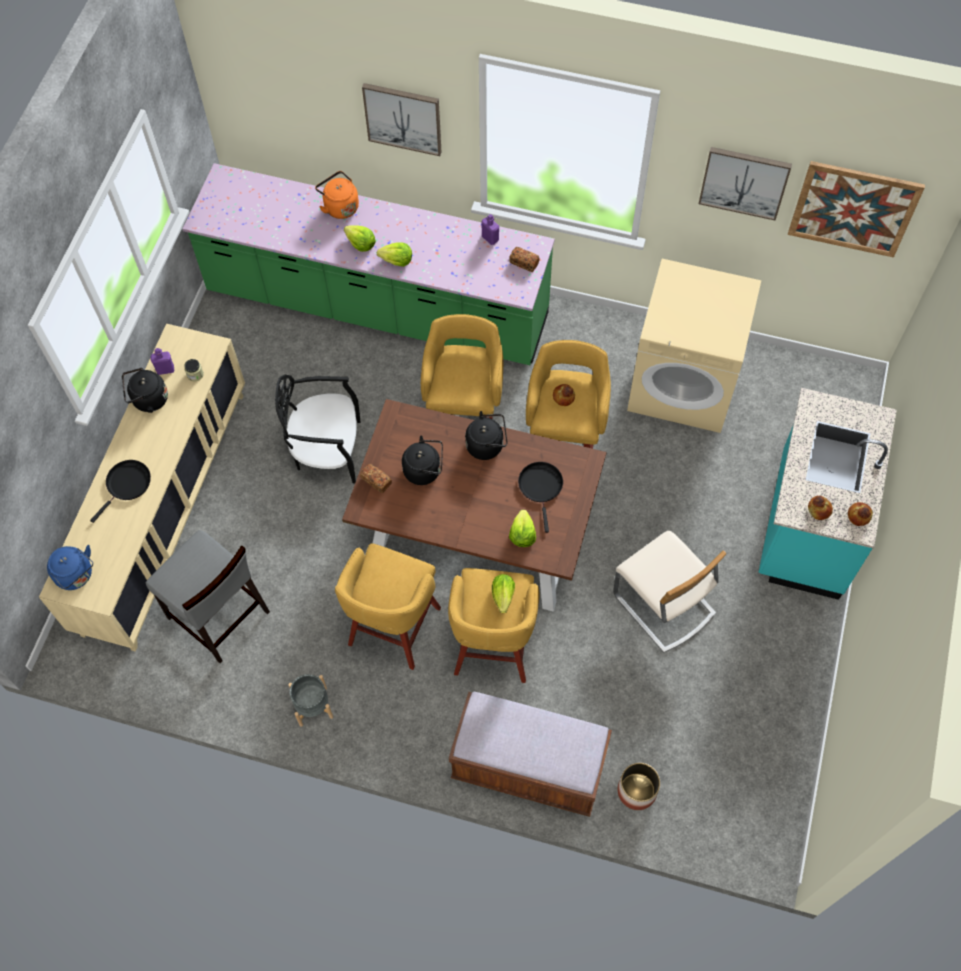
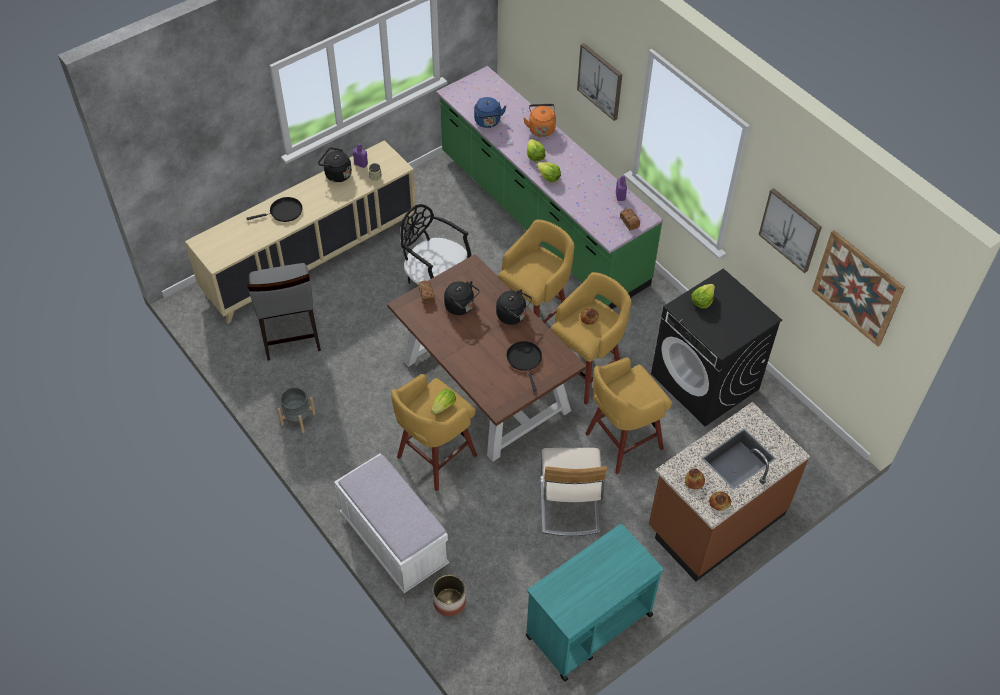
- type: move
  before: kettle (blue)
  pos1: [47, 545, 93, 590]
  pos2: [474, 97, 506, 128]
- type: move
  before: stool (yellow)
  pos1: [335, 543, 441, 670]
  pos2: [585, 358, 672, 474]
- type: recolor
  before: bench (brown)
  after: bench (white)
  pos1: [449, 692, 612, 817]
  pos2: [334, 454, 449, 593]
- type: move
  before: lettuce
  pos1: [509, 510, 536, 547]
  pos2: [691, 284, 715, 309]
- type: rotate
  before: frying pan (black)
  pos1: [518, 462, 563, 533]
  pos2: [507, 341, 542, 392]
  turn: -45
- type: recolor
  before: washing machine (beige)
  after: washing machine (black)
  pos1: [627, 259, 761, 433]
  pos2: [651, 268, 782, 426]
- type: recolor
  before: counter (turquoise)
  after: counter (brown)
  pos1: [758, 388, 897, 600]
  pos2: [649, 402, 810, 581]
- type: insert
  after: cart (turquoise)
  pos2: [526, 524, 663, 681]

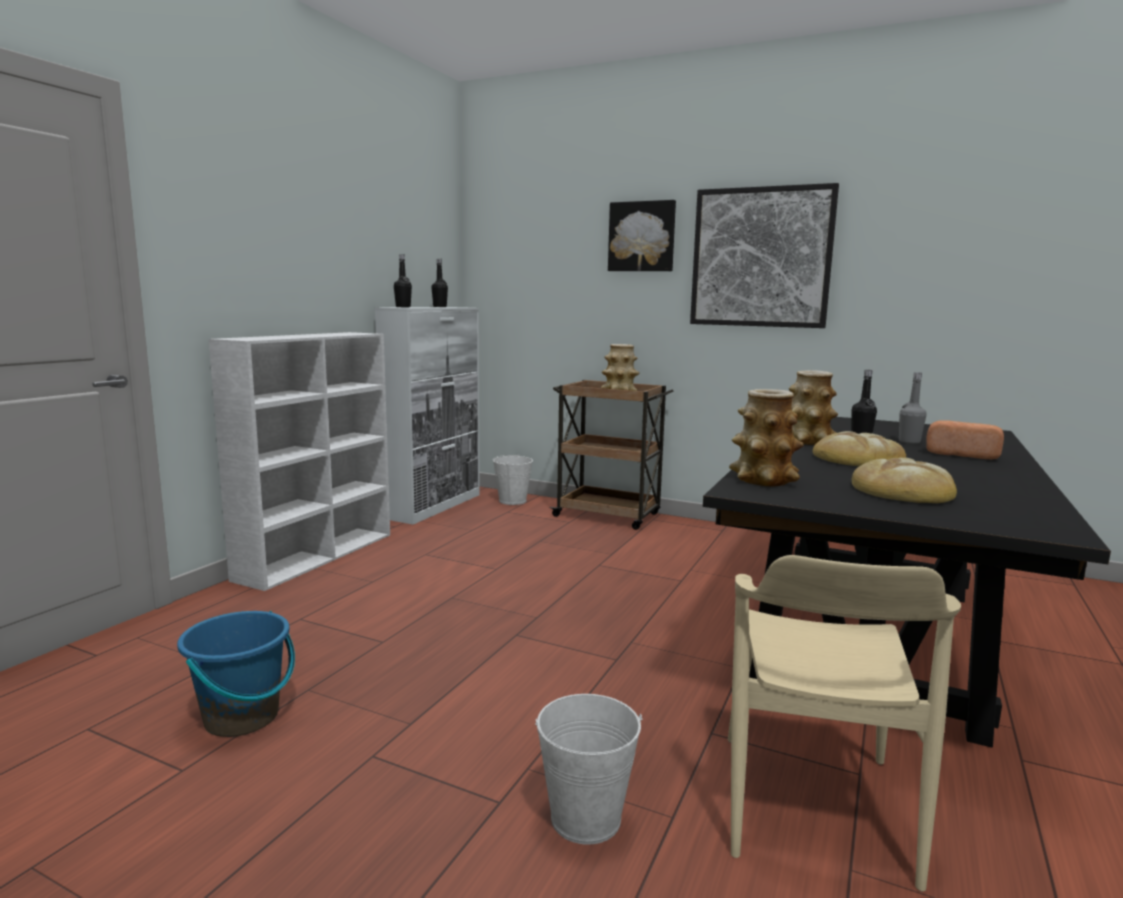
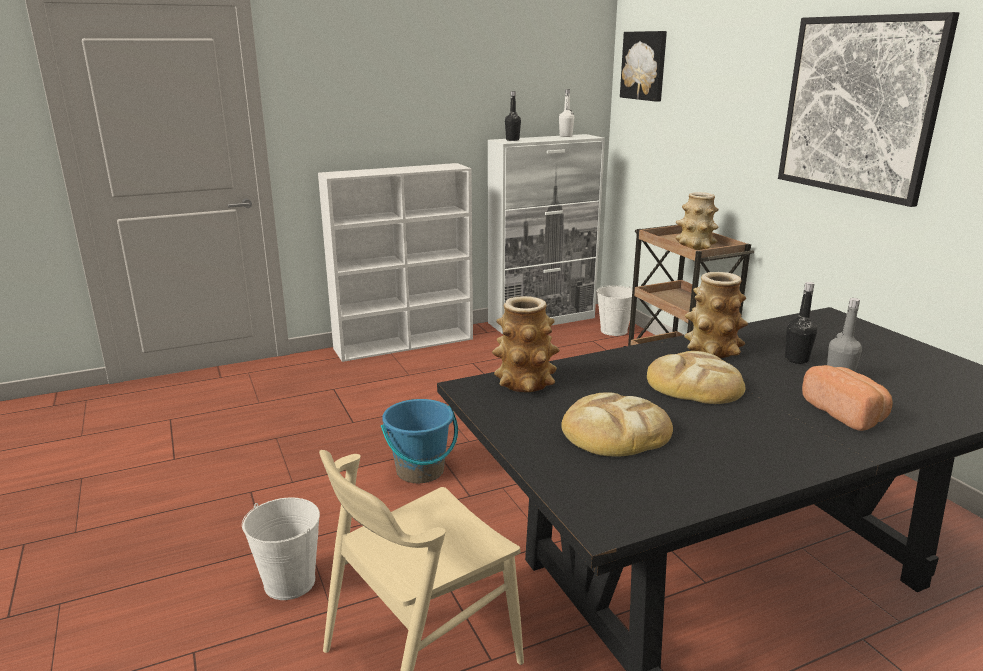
- type: move
  before: bucket (blue)
  pos1: [177, 611, 295, 737]
  pos2: [381, 399, 458, 483]
- type: recolor
  before: bottle (black)
  after: bottle (white)
  pos1: [431, 259, 448, 307]
  pos2: [559, 89, 574, 137]
- type: move
  before: picture
  pos1: [608, 200, 676, 271]
  pos2: [620, 31, 667, 102]

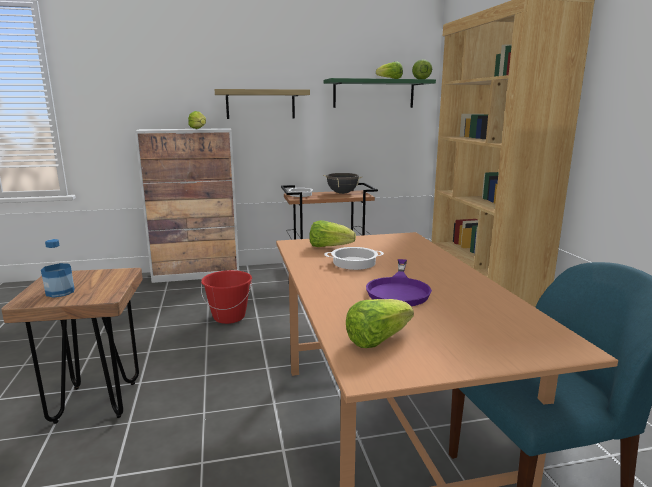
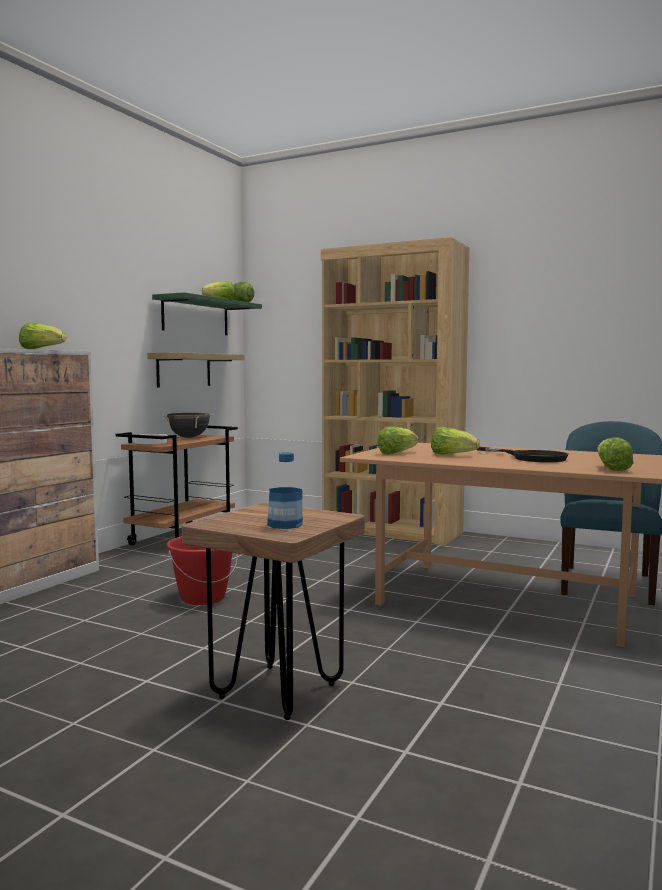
- type: move
  before: shelf
  pos1: [215, 89, 310, 119]
  pos2: [147, 352, 244, 387]
- type: replace
  before: cooking pot
  after: lettuce
  pos1: [324, 247, 384, 270]
  pos2: [431, 427, 480, 455]
- type: recolor
  before: frying pan (purple)
  after: frying pan (black)
  pos1: [366, 259, 432, 306]
  pos2: [477, 447, 569, 462]

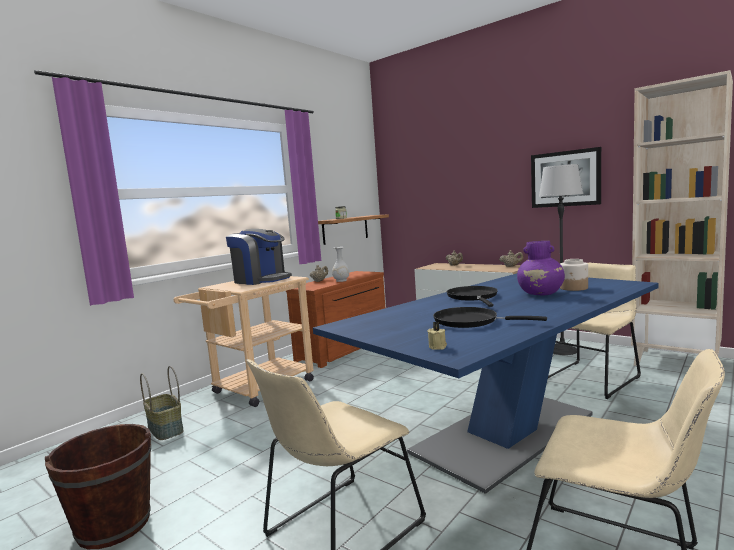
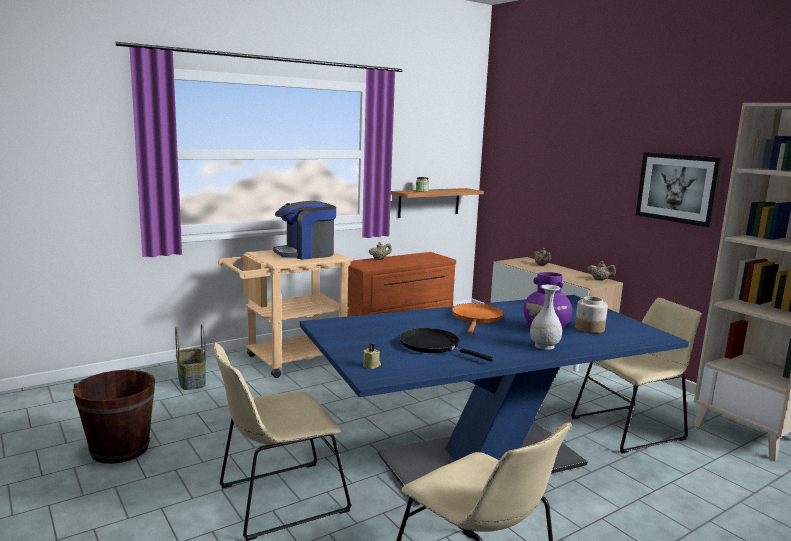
- type: rotate
  before: coffee machine
  pos1: [226, 229, 292, 285]
  pos2: [273, 201, 336, 260]
  turn: 105
- type: move
  before: vase (white)
  pos1: [332, 247, 349, 282]
  pos2: [530, 285, 562, 350]
- type: recolor
  before: frying pan (black)
  after: frying pan (orange)
  pos1: [447, 286, 498, 307]
  pos2: [452, 303, 504, 334]
- type: delete
  before: floor lamp
  pos1: [539, 164, 584, 355]

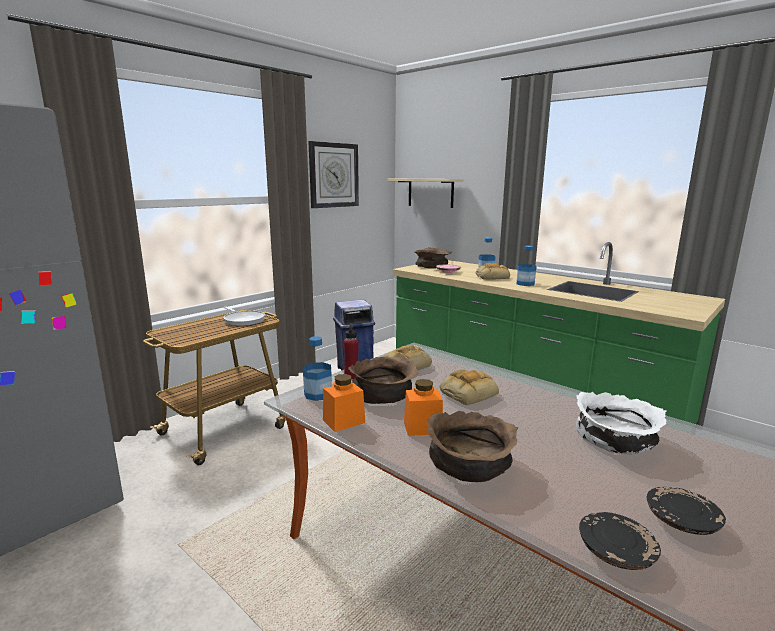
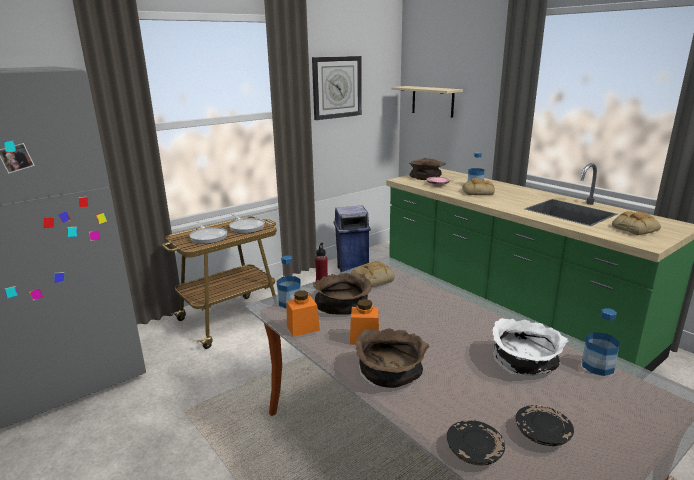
- type: move
  before: bread
  pos1: [440, 370, 499, 405]
  pos2: [612, 211, 661, 235]
- type: move
  before: bottle
  pos1: [517, 246, 537, 286]
  pos2: [582, 308, 620, 376]
- type: insert
  after: frying pan
  pos2: [190, 222, 227, 244]

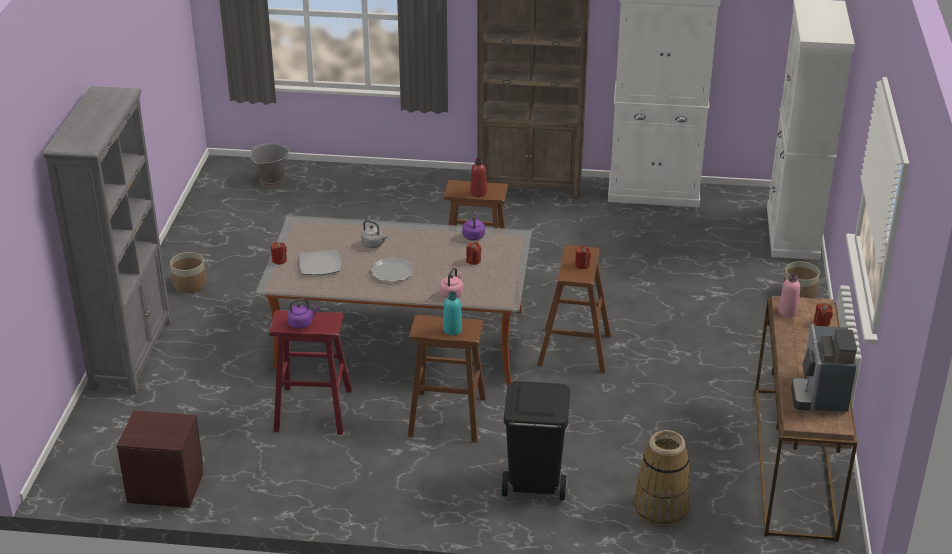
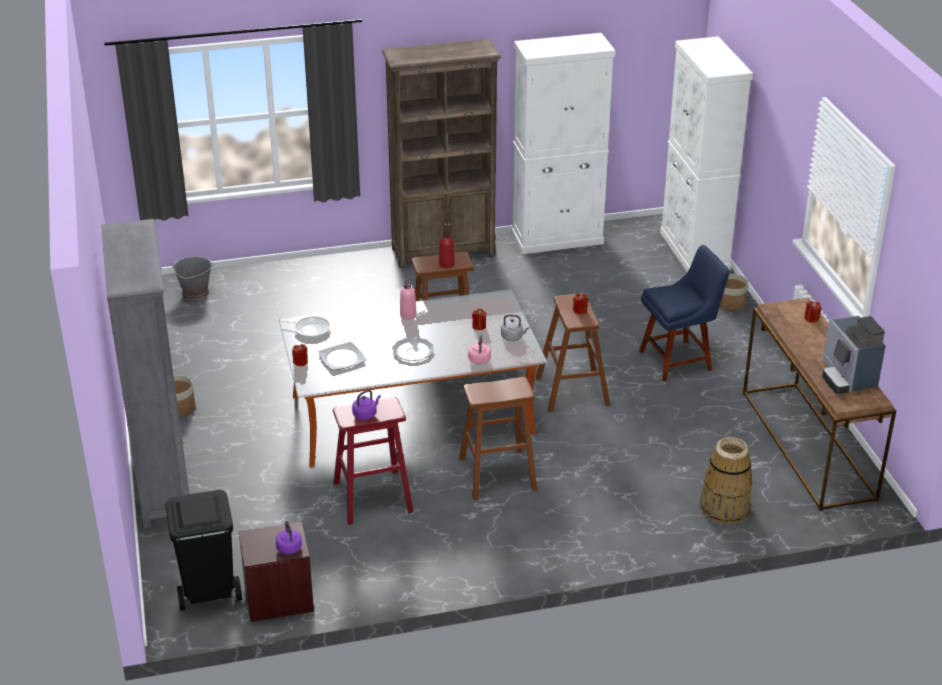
- type: move
  before: kettle (grey)
  pos1: [361, 220, 387, 248]
  pos2: [501, 314, 529, 341]
- type: delete
  before: bottle (turquoise)
  pos1: [443, 292, 462, 335]
- type: move
  before: kettle (purple)
  pos1: [462, 211, 485, 241]
  pos2: [276, 521, 302, 554]
- type: move
  before: trash can (black)
  pos1: [502, 381, 570, 500]
  pos2: [165, 490, 242, 611]
- type: move
  before: bottle (pink)
  pos1: [778, 273, 800, 317]
  pos2: [400, 281, 417, 320]
- type: insert
  after: frying pan
  pos2: [277, 316, 330, 338]
- type: insert
  after: chair (blue)
  pos2: [639, 245, 730, 382]

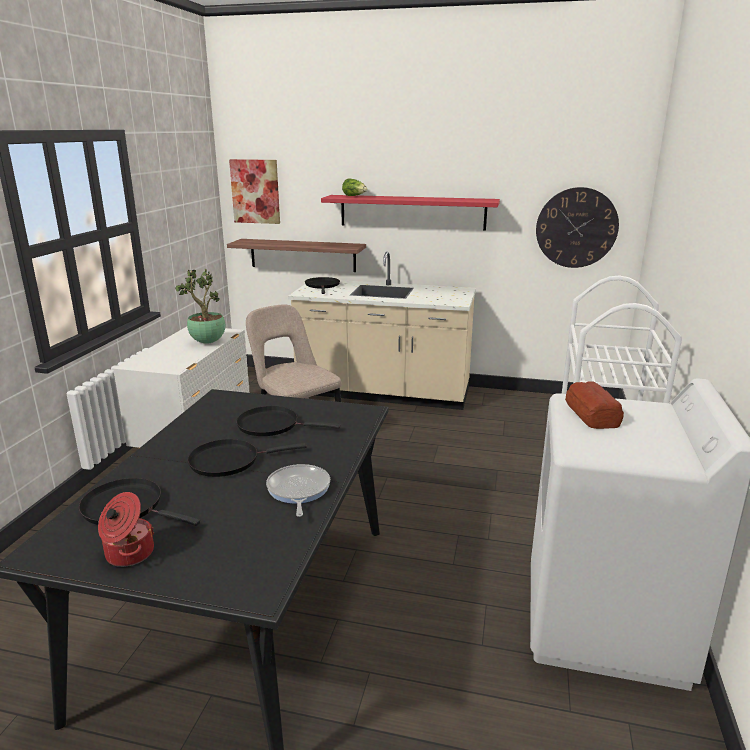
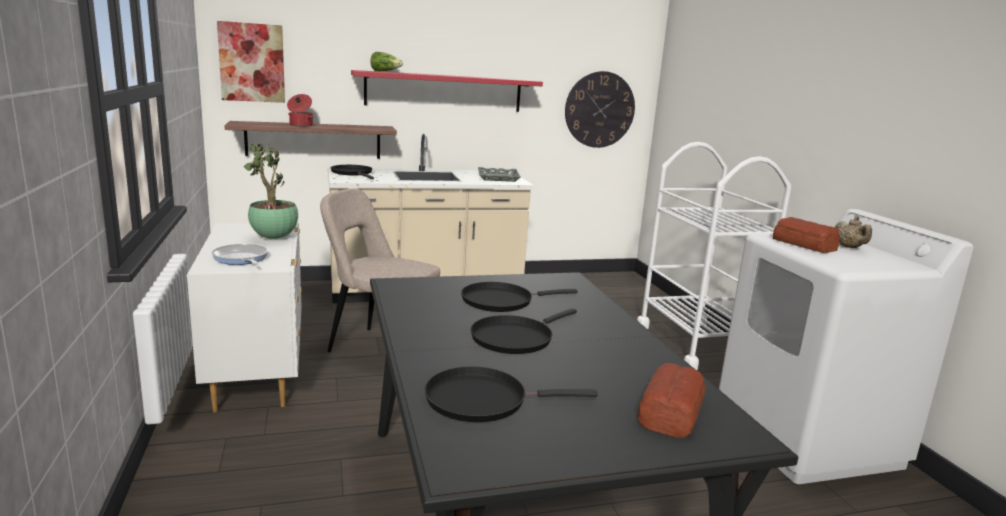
- type: move
  before: cooking pot
  pos1: [98, 492, 154, 567]
  pos2: [287, 94, 314, 127]
- type: move
  before: frying pan
  pos1: [266, 464, 330, 517]
  pos2: [212, 244, 268, 265]
- type: insert
  after: tray (grey)
  pos2: [478, 167, 521, 182]
- type: insert
  after: bread
  pos2: [637, 363, 706, 438]
- type: insert
  after: teapot (beige)
  pos2: [835, 216, 872, 248]

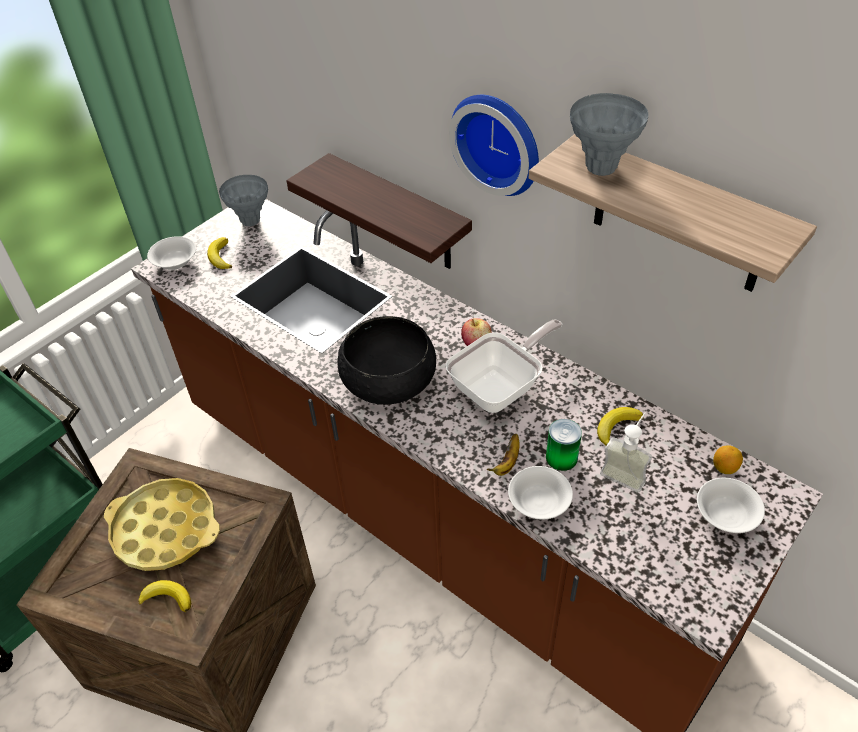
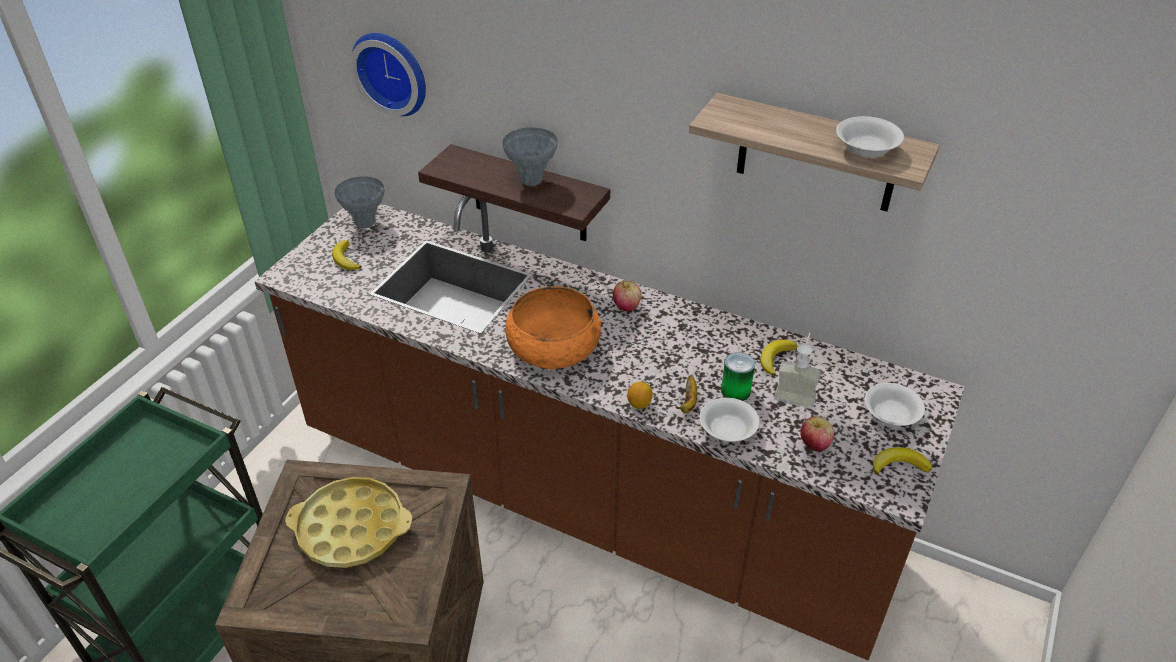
- type: move
  before: banana
  pos1: [138, 580, 191, 612]
  pos2: [873, 447, 932, 475]
- type: move
  before: bowl (white)
  pos1: [147, 236, 196, 270]
  pos2: [836, 116, 904, 157]
- type: recolor
  before: bowl (black)
  after: bowl (orange)
  pos1: [338, 316, 436, 405]
  pos2: [506, 286, 601, 369]
- type: delete
  before: frying pan
  pos1: [445, 319, 562, 413]
- type: move
  before: wall clock
  pos1: [449, 95, 539, 196]
  pos2: [350, 33, 426, 116]
- type: move
  before: vase (grey)
  pos1: [570, 93, 648, 176]
  pos2: [503, 127, 557, 186]
- type: move
  before: lemon
  pos1: [713, 445, 743, 474]
  pos2: [627, 382, 653, 409]
- type: insert
  after: apple
  pos2: [800, 416, 834, 452]

